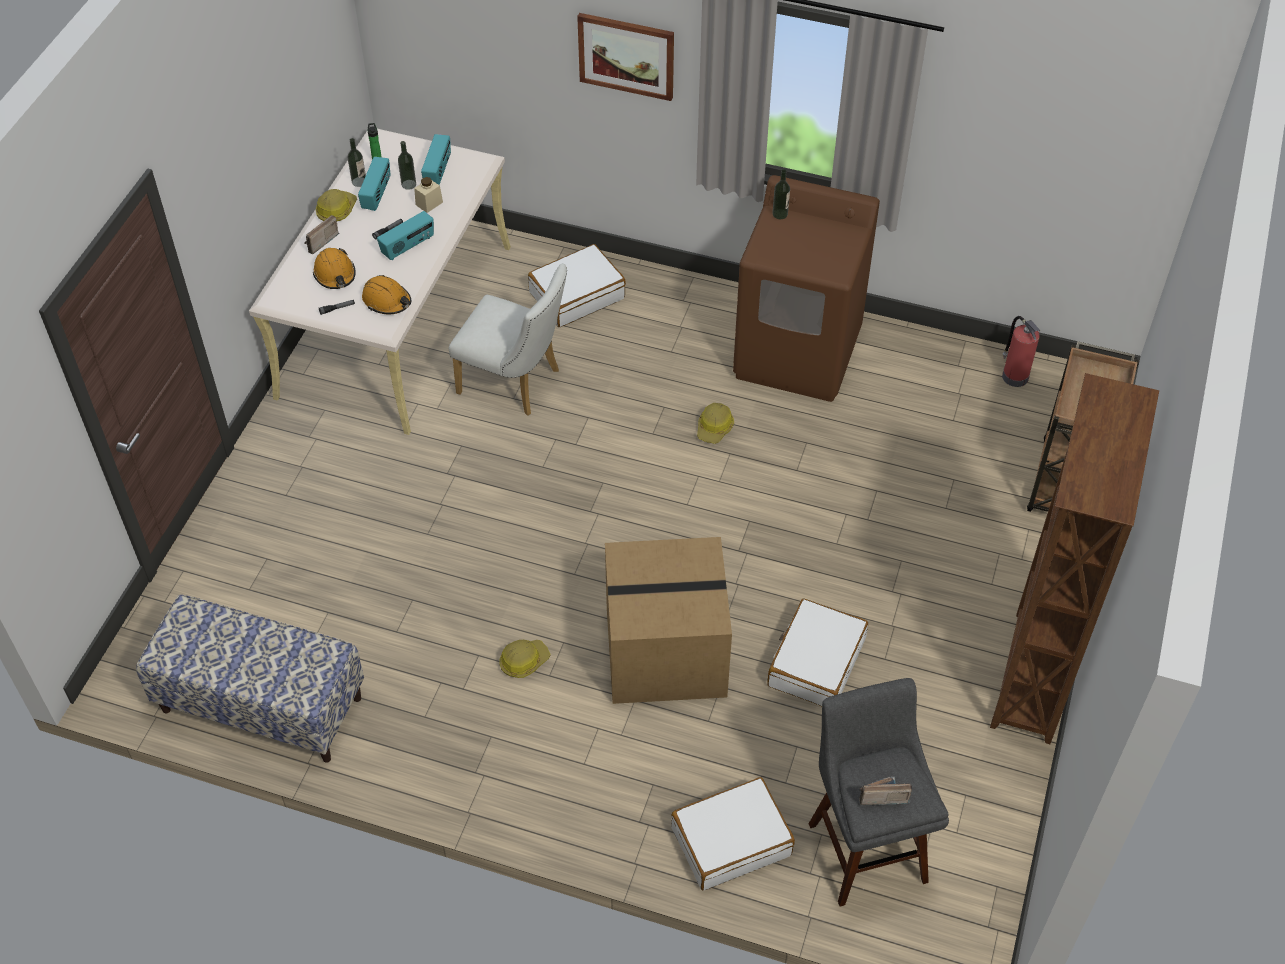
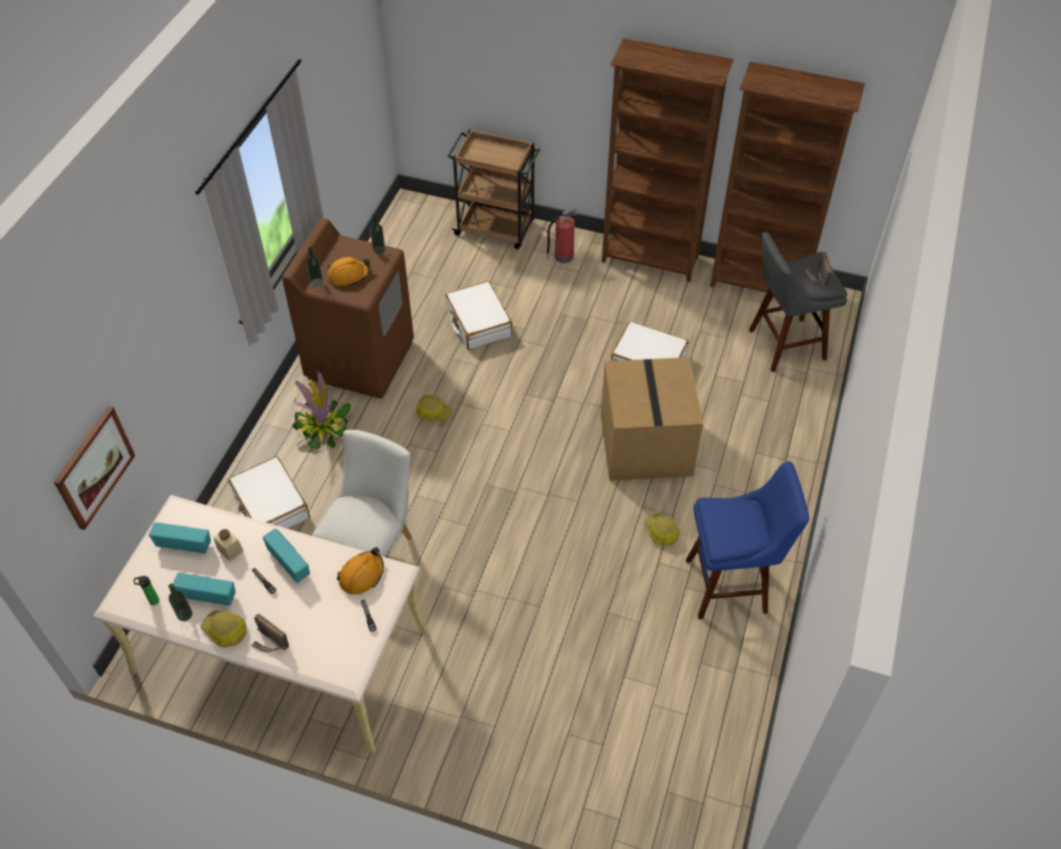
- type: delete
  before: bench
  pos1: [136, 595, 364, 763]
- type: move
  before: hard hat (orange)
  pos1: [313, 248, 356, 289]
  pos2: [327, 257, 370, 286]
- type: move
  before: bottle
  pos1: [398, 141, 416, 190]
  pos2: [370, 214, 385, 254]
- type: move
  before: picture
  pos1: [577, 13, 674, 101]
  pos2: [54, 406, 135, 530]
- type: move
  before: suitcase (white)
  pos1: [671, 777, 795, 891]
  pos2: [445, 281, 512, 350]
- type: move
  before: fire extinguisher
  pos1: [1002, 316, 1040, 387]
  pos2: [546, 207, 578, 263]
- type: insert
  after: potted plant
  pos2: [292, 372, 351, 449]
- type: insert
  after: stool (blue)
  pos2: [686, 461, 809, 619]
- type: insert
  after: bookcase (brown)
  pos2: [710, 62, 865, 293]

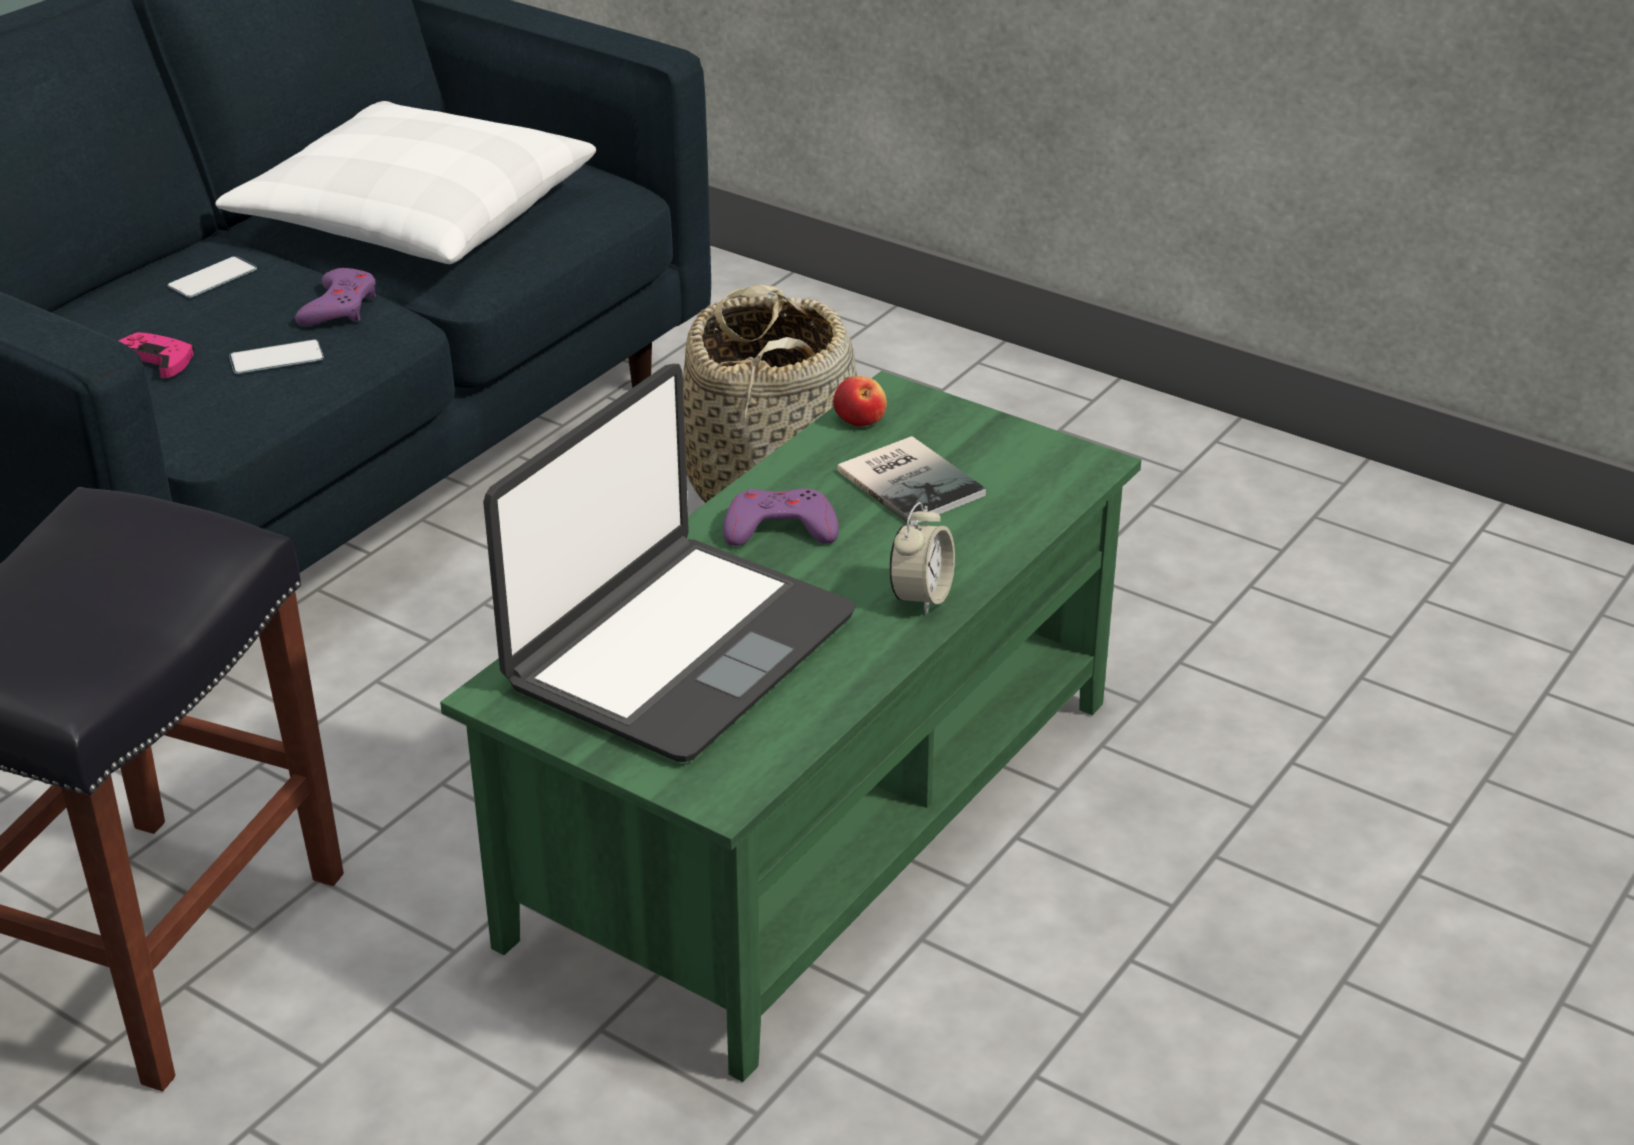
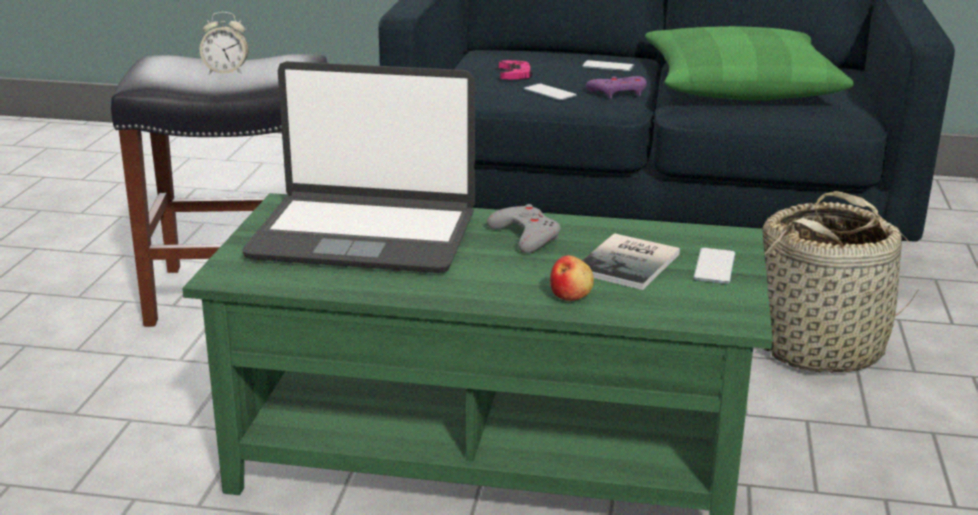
- type: recolor
  before: pillow (white)
  after: pillow (green)
  pos1: [215, 101, 596, 264]
  pos2: [645, 26, 854, 100]
- type: recolor
  before: game controller (purple)
  after: game controller (grey)
  pos1: [723, 489, 839, 546]
  pos2: [487, 204, 561, 253]
- type: move
  before: apple
  pos1: [833, 376, 887, 427]
  pos2: [550, 255, 594, 301]
- type: move
  before: alarm clock
  pos1: [889, 502, 955, 615]
  pos2: [200, 12, 249, 75]
- type: insert
  after: phone
  pos2: [694, 248, 735, 284]

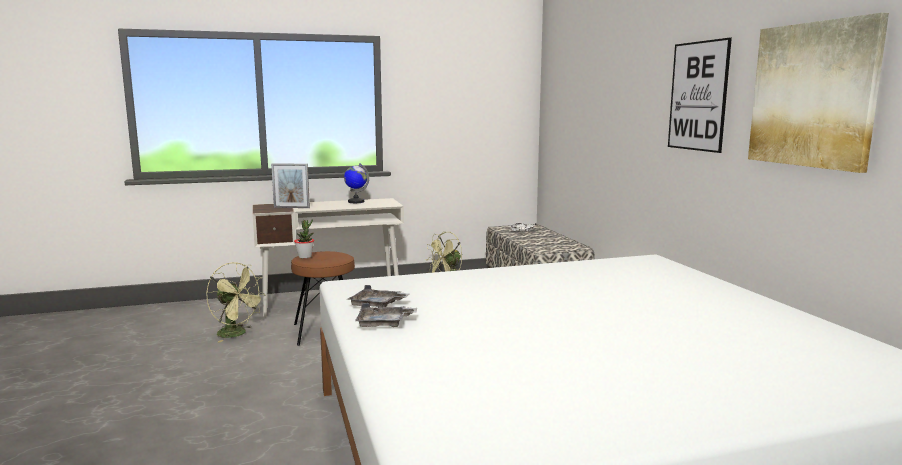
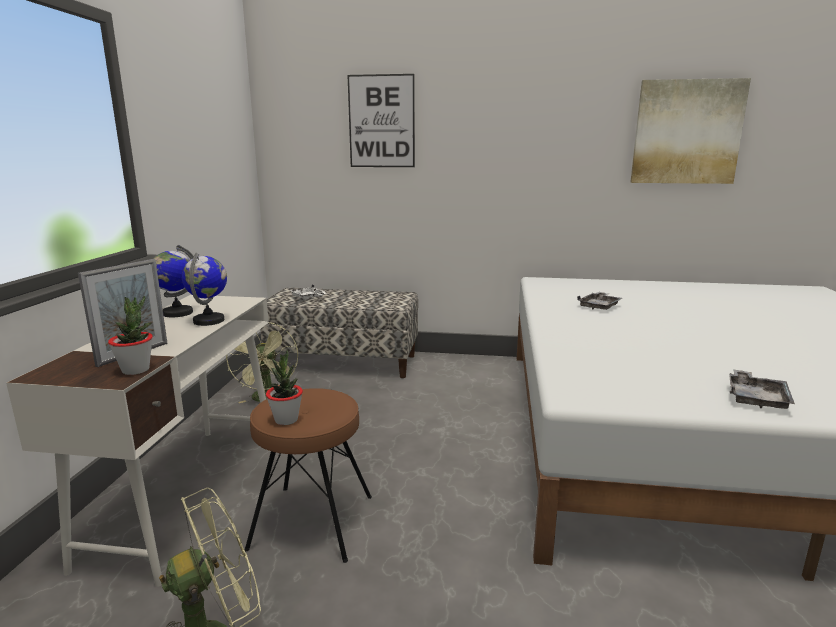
- type: move
  before: tray (grey)
  pos1: [347, 285, 410, 307]
  pos2: [577, 292, 622, 310]
- type: move
  before: picture
  pos1: [668, 38, 732, 153]
  pos2: [348, 74, 415, 167]
- type: insert
  after: potted plant
  pos2: [108, 296, 153, 375]
- type: insert
  after: globe
  pos2: [182, 253, 227, 326]

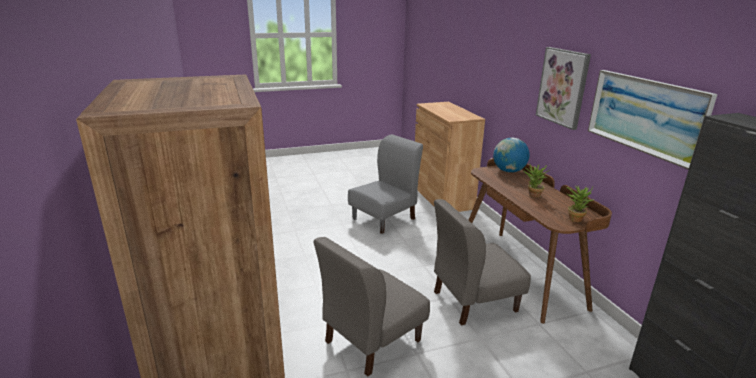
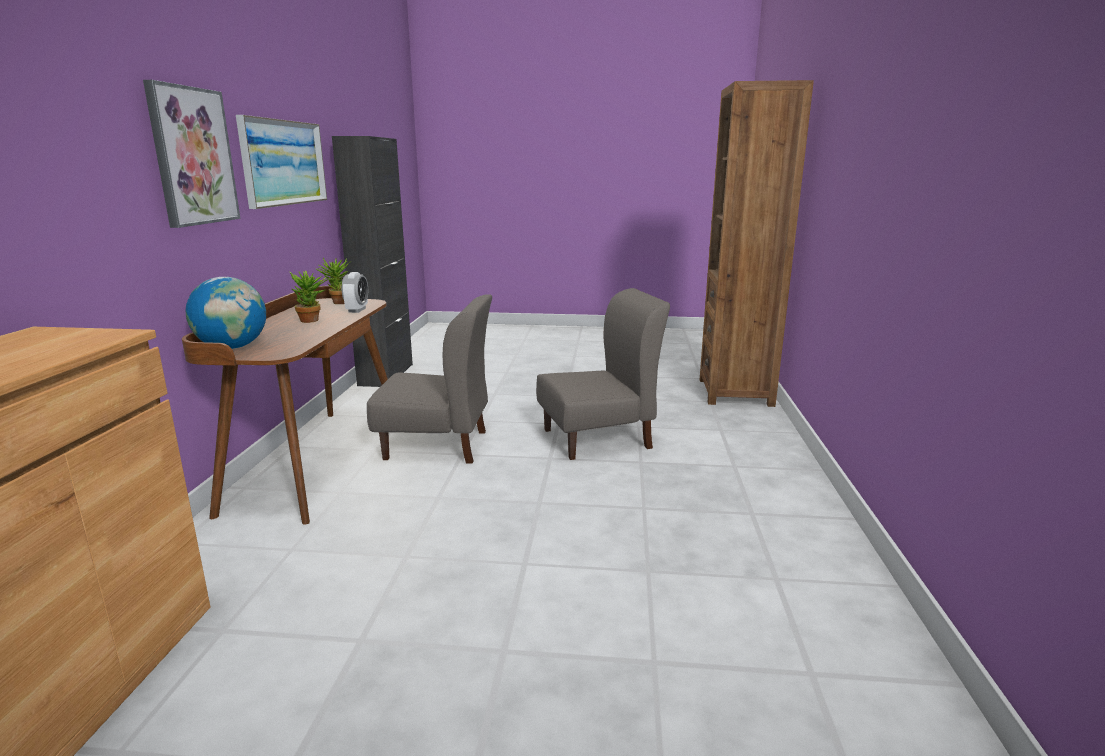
- type: delete
  before: chair (grey)
  pos1: [348, 134, 423, 234]
- type: insert
  after: alarm clock
  pos2: [342, 272, 368, 313]

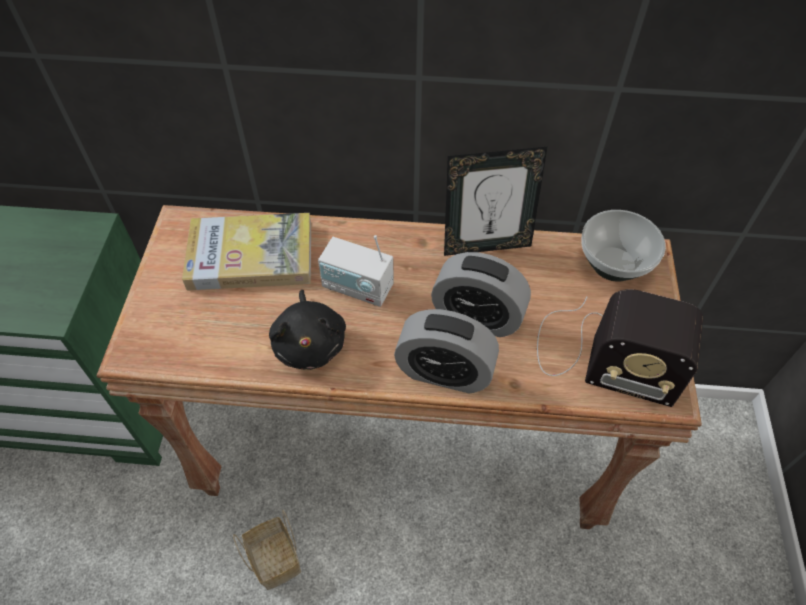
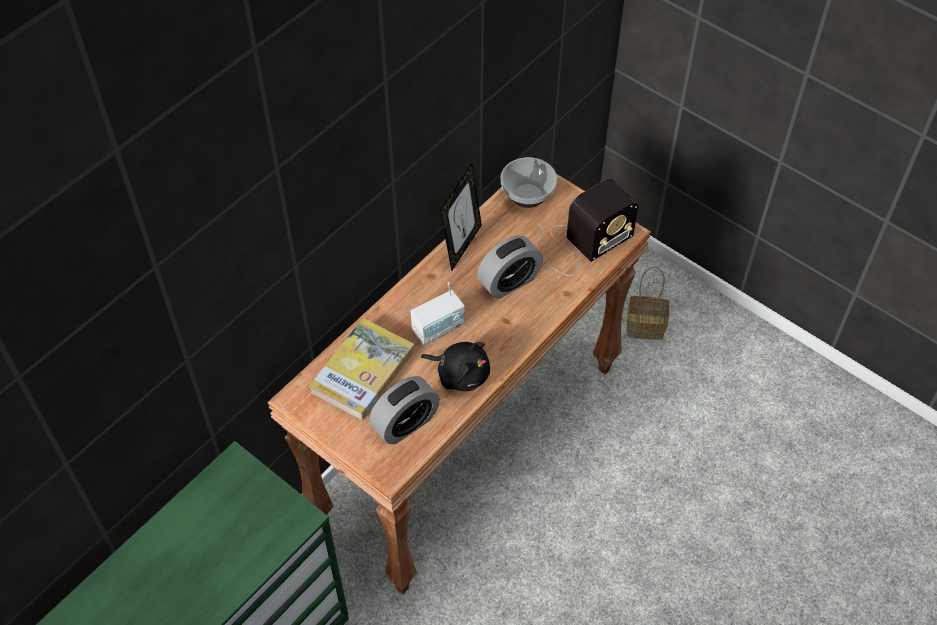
- type: move
  before: basket
  pos1: [233, 510, 301, 590]
  pos2: [627, 267, 670, 340]
- type: move
  before: alarm clock
  pos1: [394, 309, 499, 393]
  pos2: [369, 376, 440, 445]

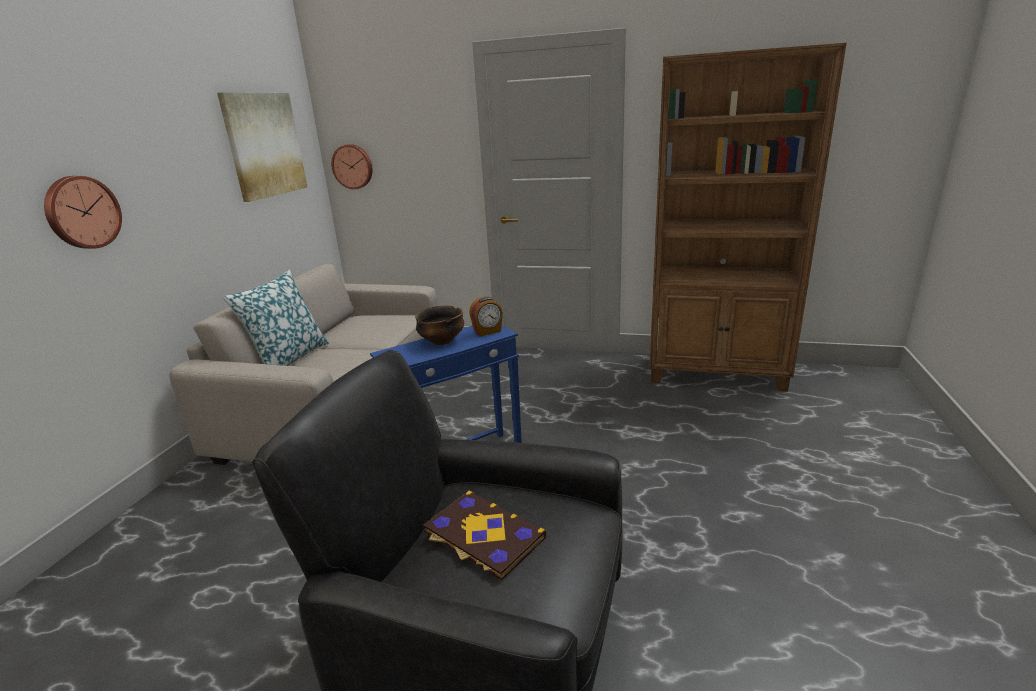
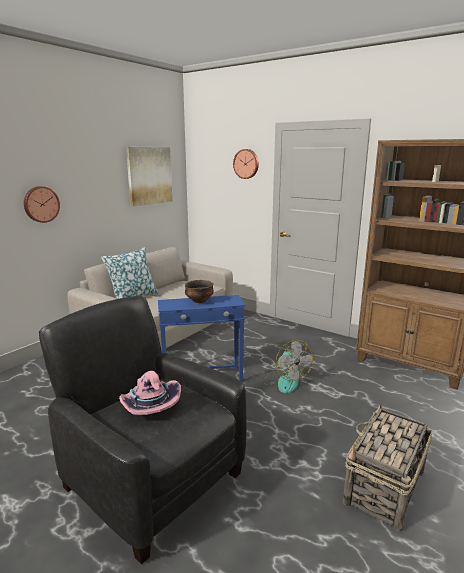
- type: move
  before: wall clock
  pos1: [331, 144, 373, 189]
  pos2: [233, 149, 259, 179]
- type: replace
  before: book
  after: hat (pink)
  pos1: [423, 491, 547, 580]
  pos2: [119, 371, 181, 415]
- type: delete
  before: alarm clock
  pos1: [469, 297, 503, 336]
- type: insert
  after: fan
  pos2: [260, 340, 313, 394]
- type: insert
  after: basket
  pos2: [343, 404, 432, 532]

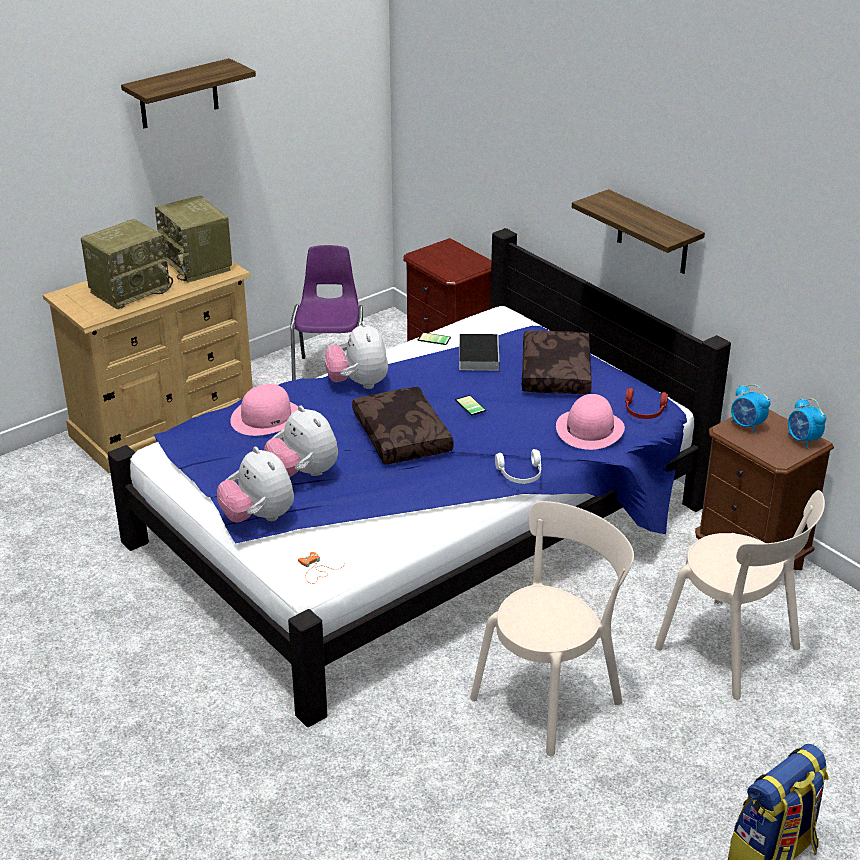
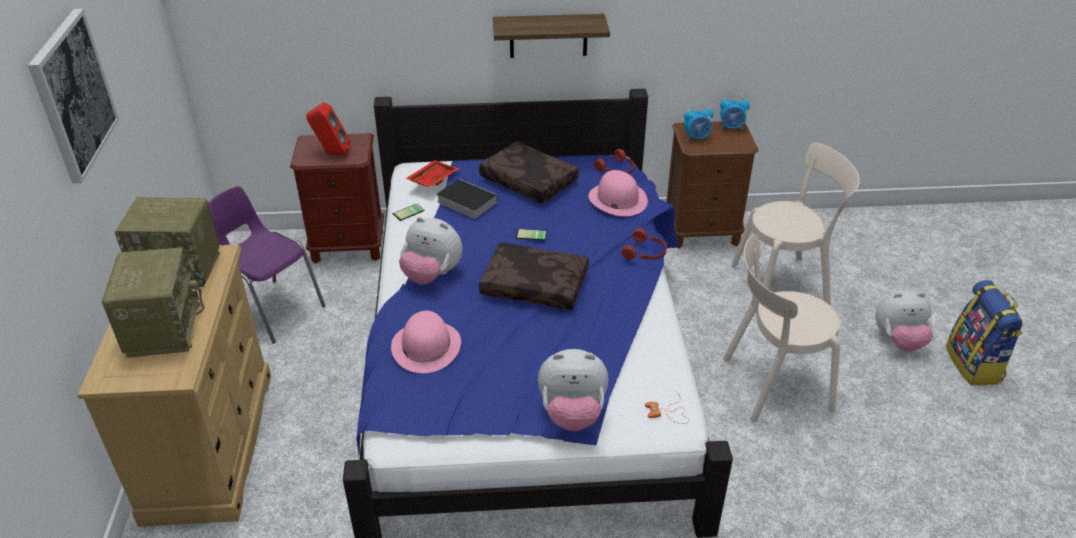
- type: replace
  before: shelf
  after: picture
  pos1: [121, 58, 256, 128]
  pos2: [28, 9, 119, 184]
- type: move
  before: plush toy
  pos1: [264, 406, 338, 477]
  pos2: [875, 290, 933, 351]
- type: rotate
  before: chair (beige)
  pos1: [470, 501, 634, 756]
  pos2: [723, 234, 840, 423]
  turn: -90
- type: recolor
  before: headphones (white)
  after: headphones (red)
  pos1: [495, 449, 541, 484]
  pos2: [622, 228, 667, 260]
- type: insert
  after: speaker (red)
  pos2: [306, 102, 350, 156]
- type: insert
  after: tray (red)
  pos2: [405, 160, 459, 187]

